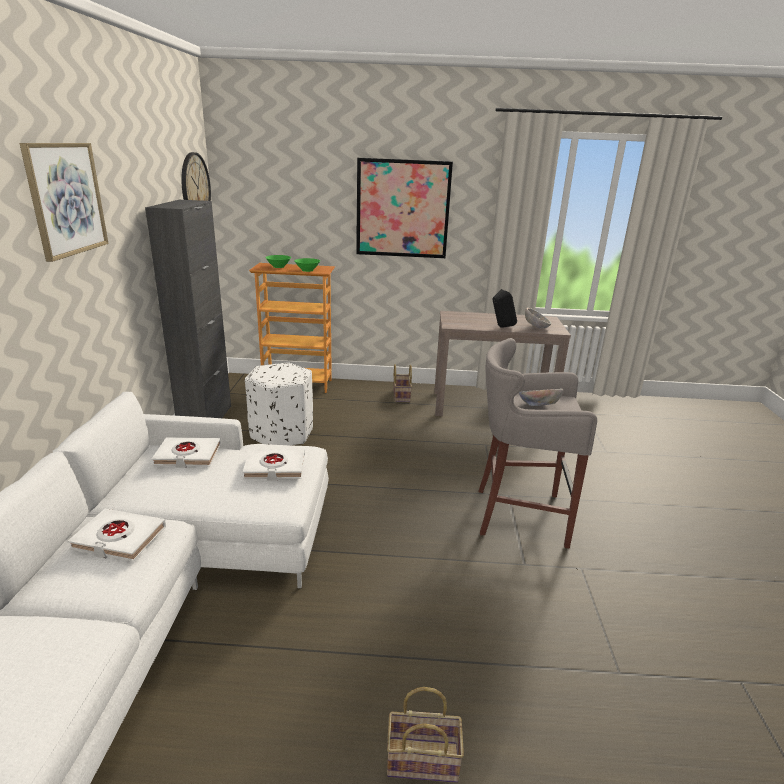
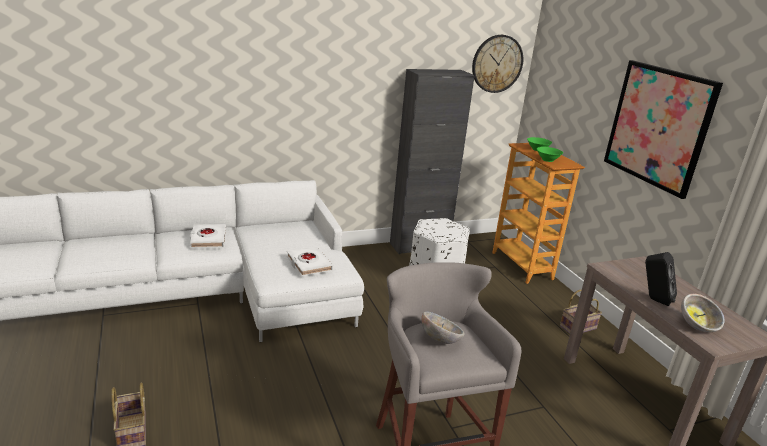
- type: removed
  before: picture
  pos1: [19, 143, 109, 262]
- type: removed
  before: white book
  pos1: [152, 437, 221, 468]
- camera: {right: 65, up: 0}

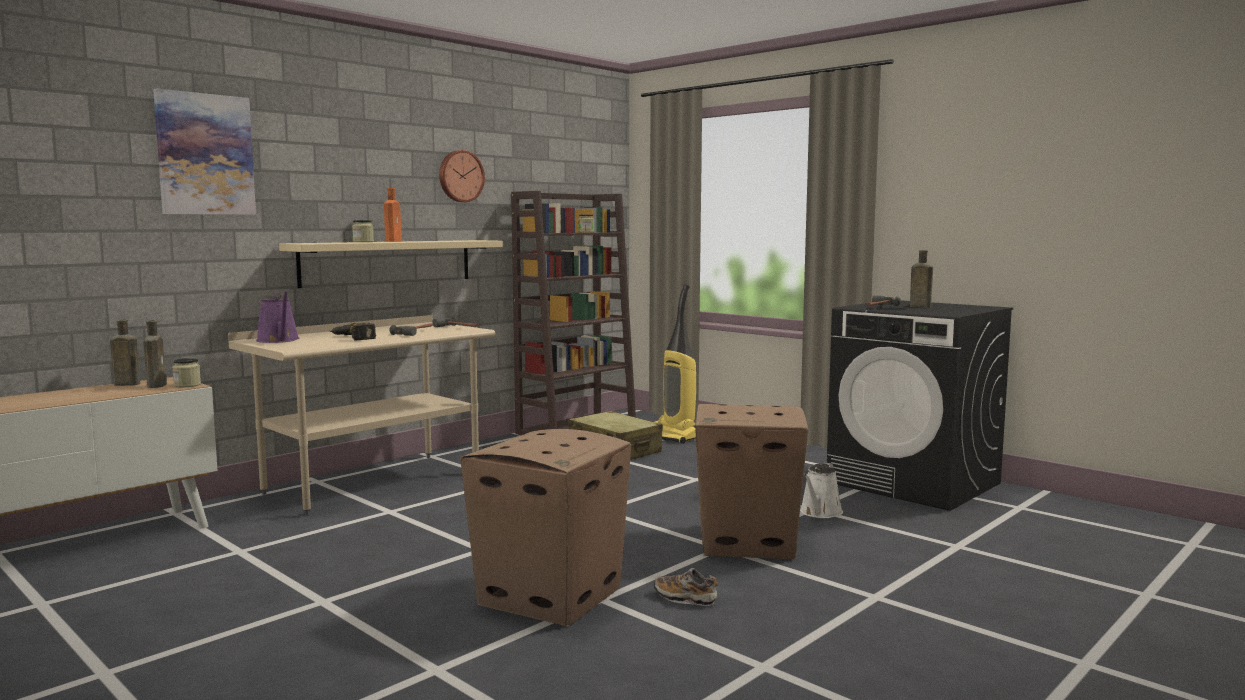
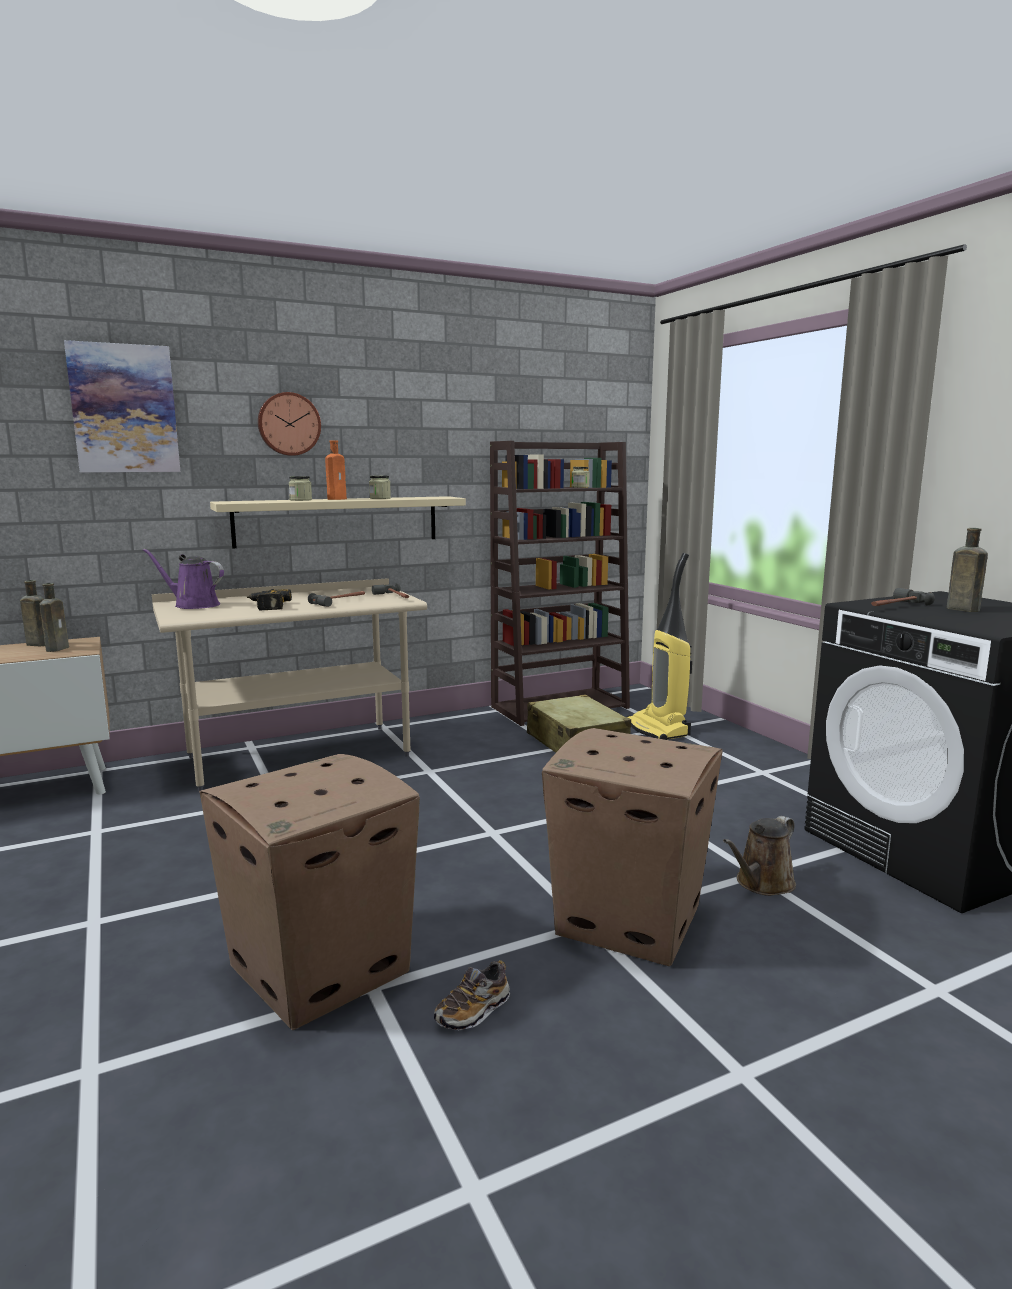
- type: turned
  before: purple watering can
  pos1: [256, 292, 299, 343]
  pos2: [143, 548, 224, 609]
  turn: 120
- type: moved
  before: wall clock
  pos1: [439, 150, 485, 202]
  pos2: [258, 392, 321, 456]
- type: moved
  before: jar
  pos1: [172, 358, 201, 387]
  pos2: [369, 476, 391, 499]
- type: turned
  before: shoe
  pos1: [654, 568, 718, 606]
  pos2: [434, 960, 510, 1030]
  turn: -90
- type: recoloured
  before: white watering can
  after: brown watering can
  pos1: [800, 463, 843, 518]
  pos2: [723, 816, 796, 896]
- camera: {right: 20, up: 5}

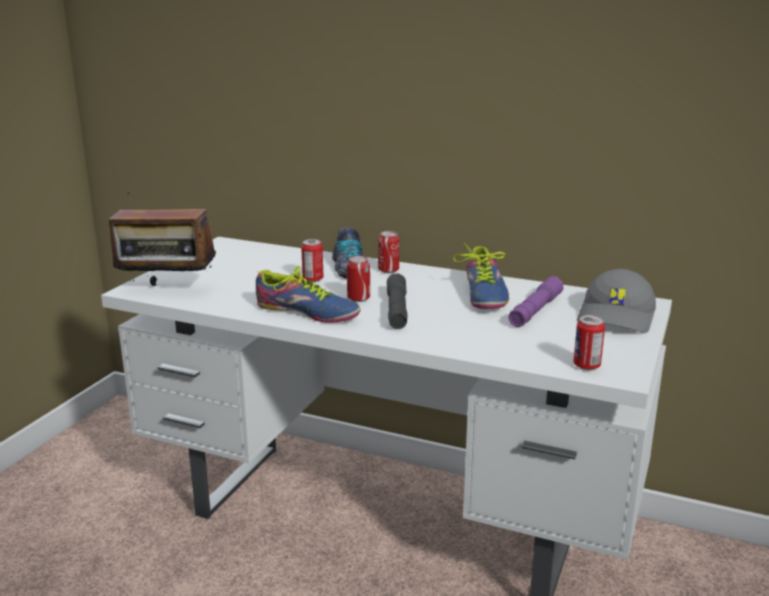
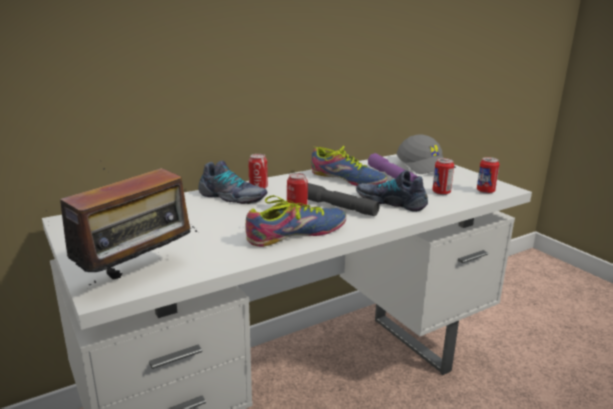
- type: added
  after: shoe
  pos2: [356, 170, 428, 212]
- type: moved
  before: can
  pos1: [301, 239, 323, 282]
  pos2: [432, 158, 454, 195]
- camera: {right: -55, up: 0}

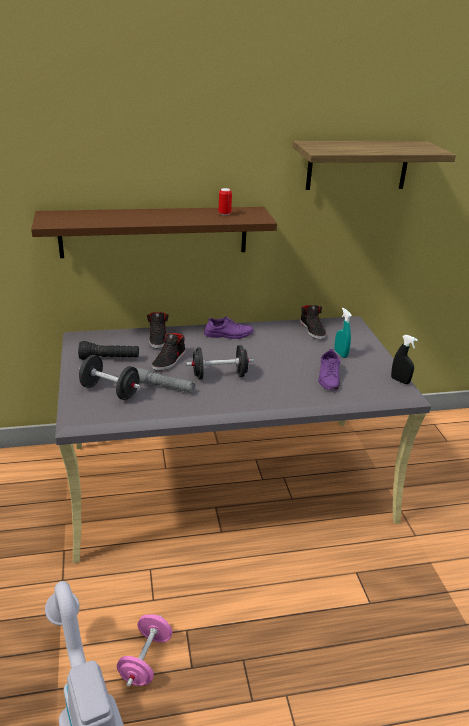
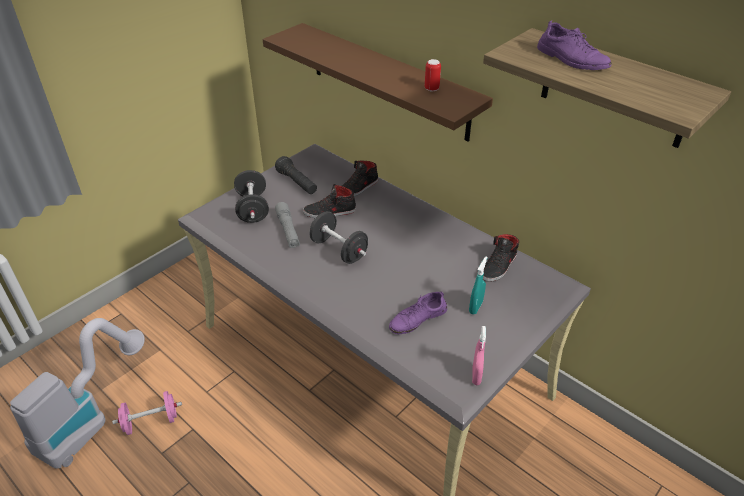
- type: recoloured
  before: black spray bottle
  after: pink spray bottle
  pos1: [391, 335, 418, 384]
  pos2: [472, 326, 486, 385]
- type: moved
  before: purple shoe
  pos1: [204, 317, 254, 339]
  pos2: [537, 21, 611, 70]
- camera: {right: 55, up: 10}

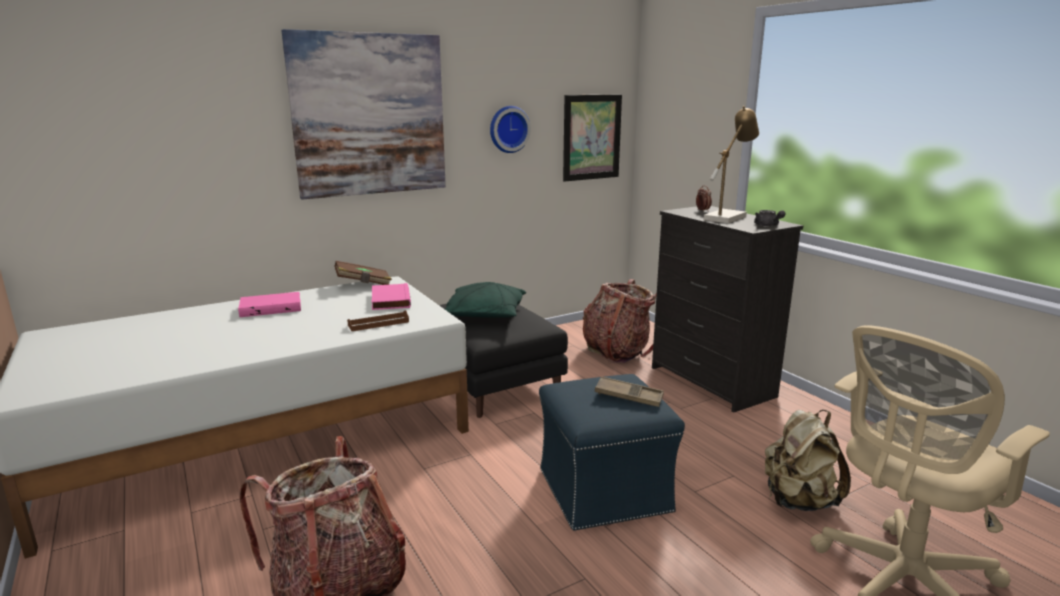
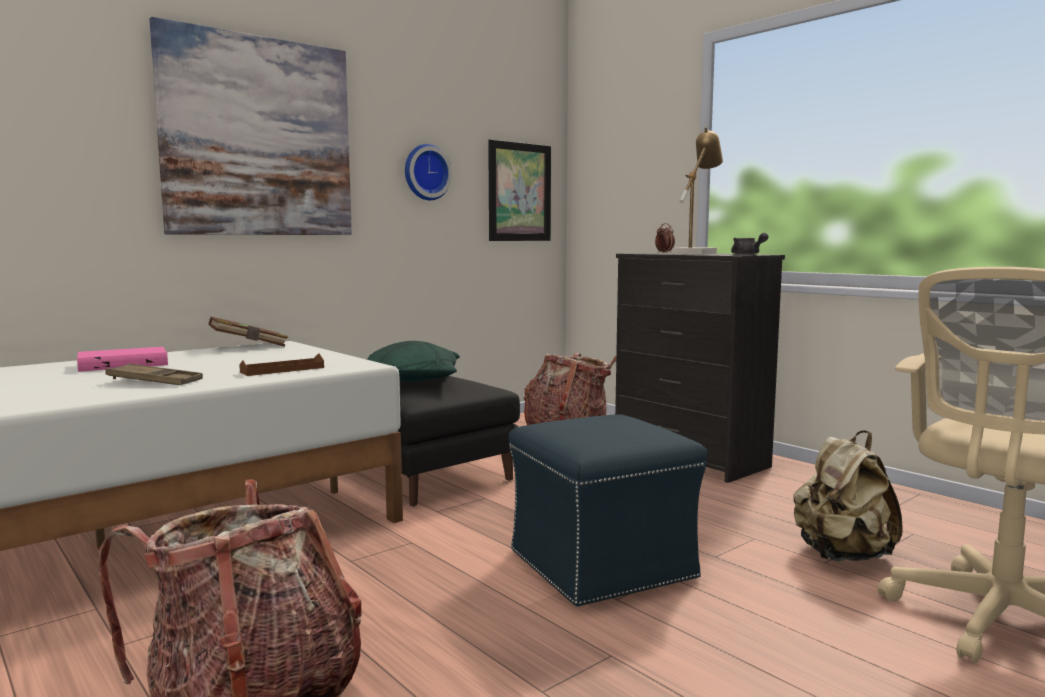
- type: moved
  before: brown tray
  pos1: [595, 376, 664, 407]
  pos2: [105, 363, 203, 385]
- type: removed
  before: pink book
  pos1: [372, 283, 411, 310]
- camera: {right: -10, up: -10}

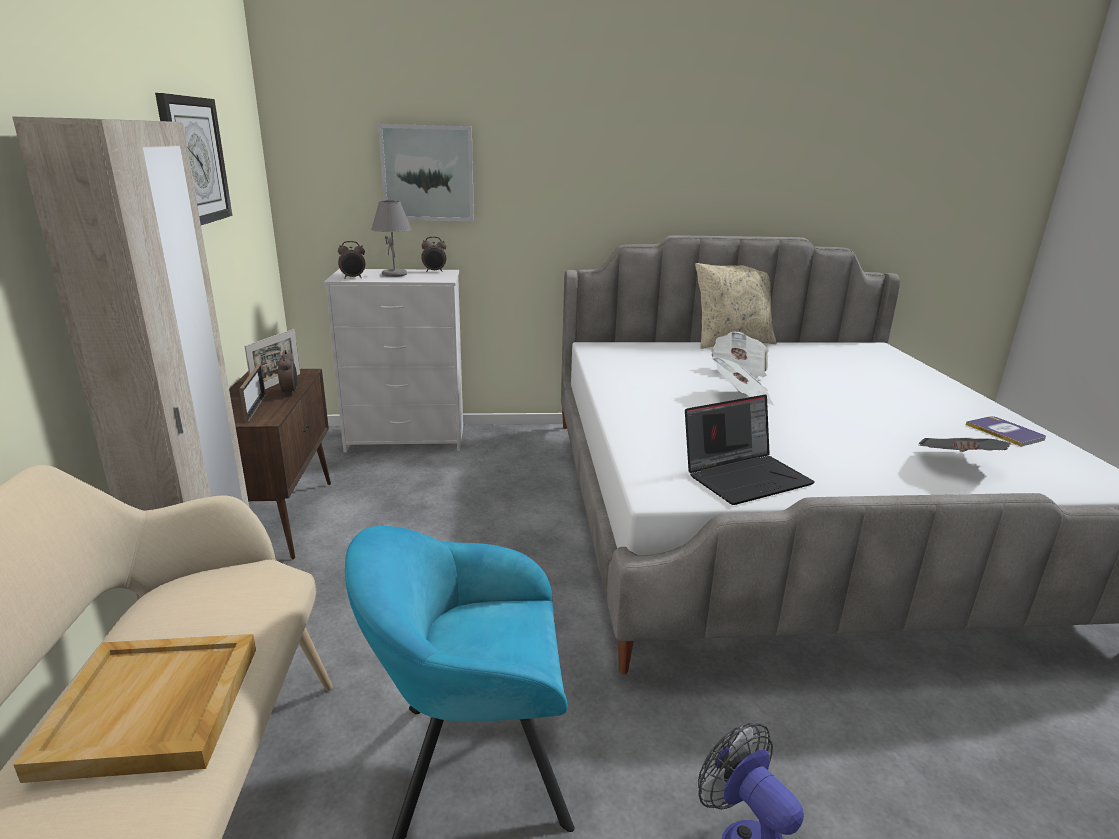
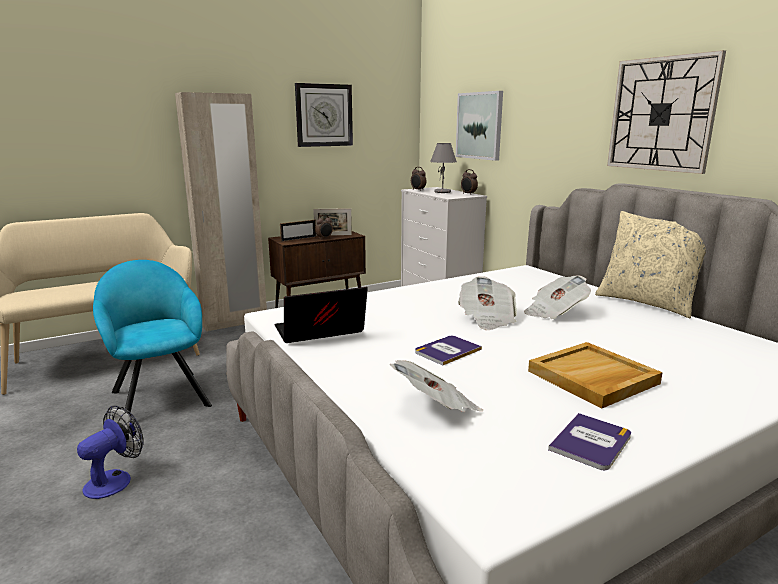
- type: turned
  before: laptop
  pos1: [685, 394, 814, 505]
  pos2: [274, 287, 368, 343]
  turn: 120
- type: added
  after: book
  pos2: [415, 336, 482, 366]
- type: moved
  before: beige tray
  pos1: [14, 634, 256, 783]
  pos2: [528, 342, 663, 409]
- type: added
  after: wall clock
  pos2: [607, 50, 726, 174]
- camera: {right: 65, up: -5}

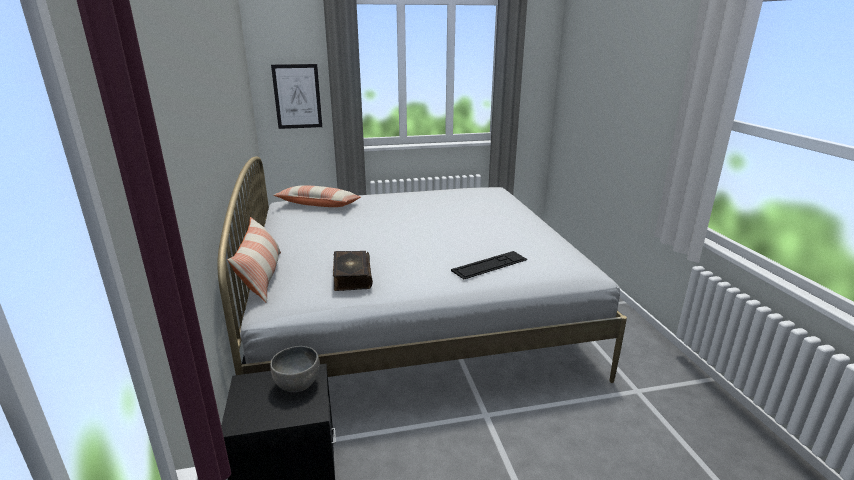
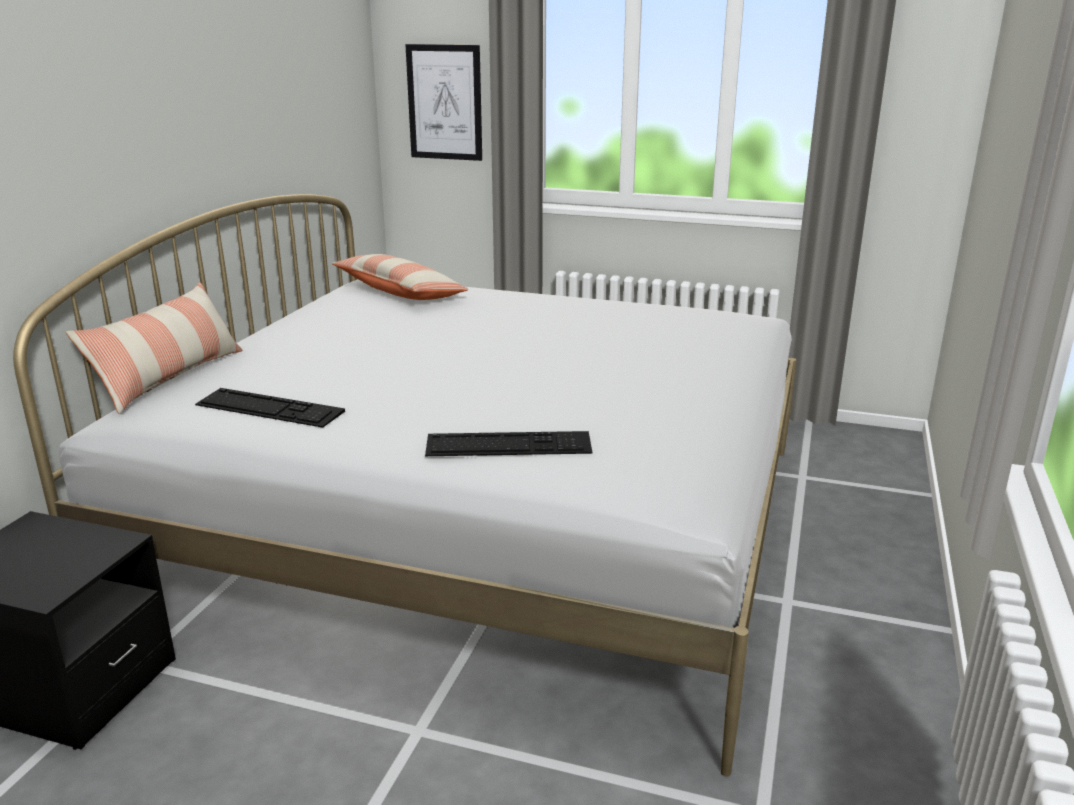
- type: replaced
  before: book
  after: keyboard
  pos1: [333, 251, 373, 291]
  pos2: [195, 388, 345, 428]
- type: removed
  before: grey bowl
  pos1: [270, 346, 320, 392]
- camera: {right: 30, up: 0}

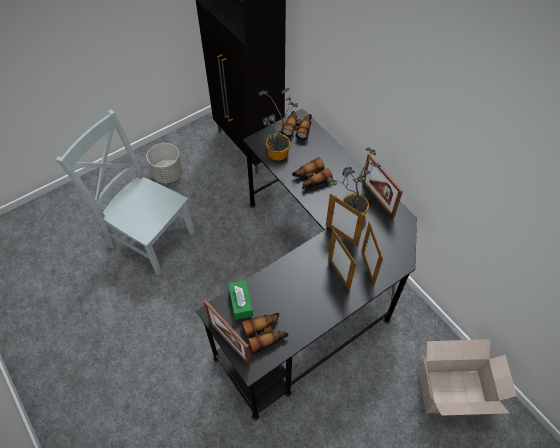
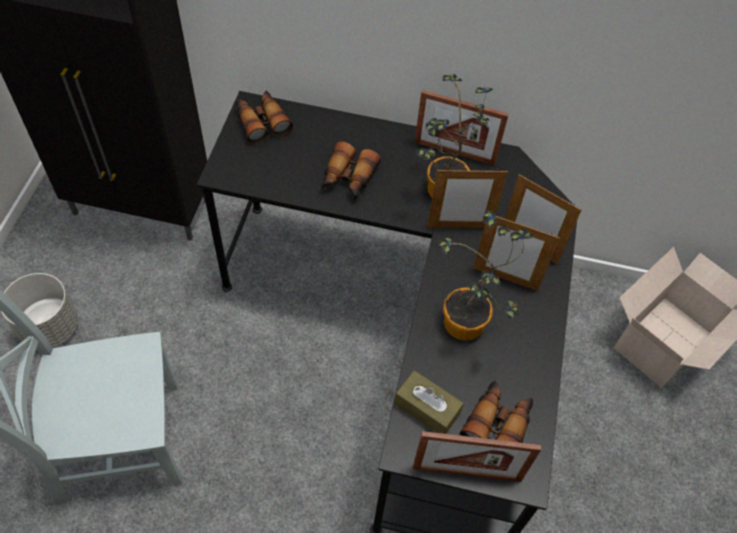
- type: recoloured
  before: green tissue box
  after: brown tissue box
  pos1: [228, 280, 253, 320]
  pos2: [394, 370, 464, 434]
- type: moved
  before: potted plant
  pos1: [258, 88, 298, 161]
  pos2: [438, 210, 534, 341]
- camera: {right: -45, up: 0}

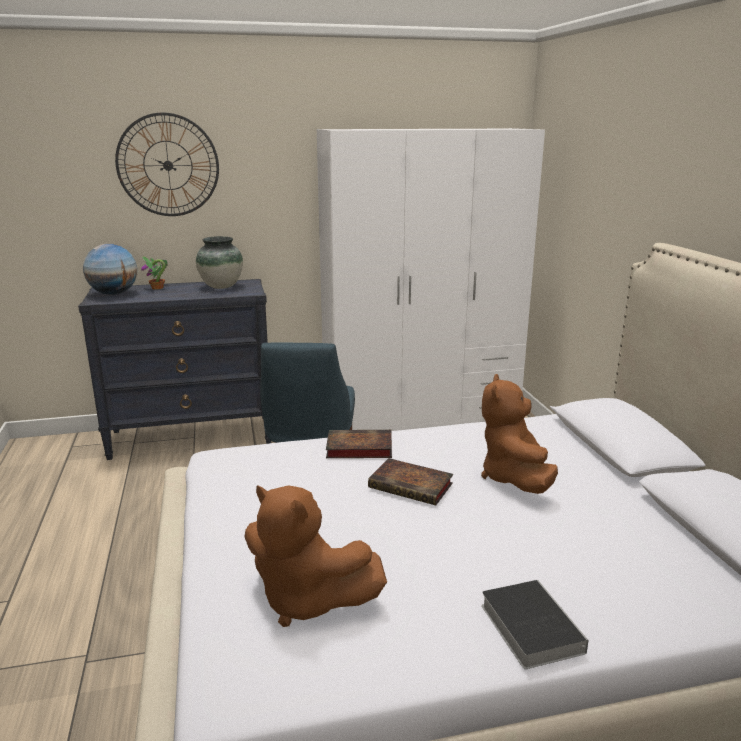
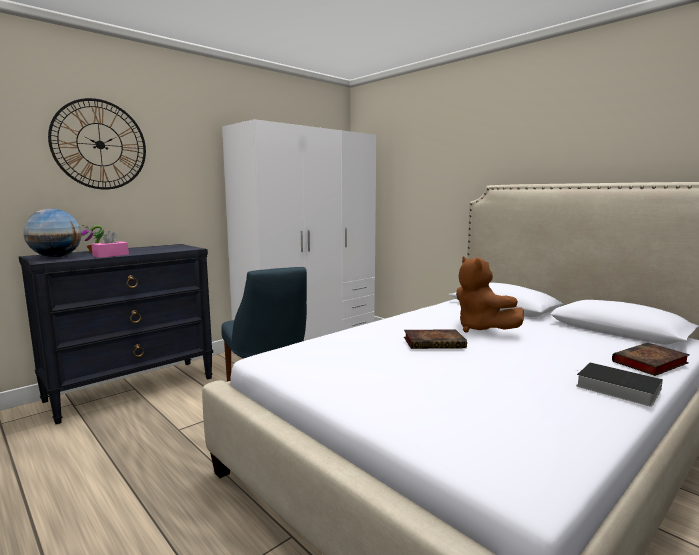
- type: added
  after: pink tissue box
  pos2: [91, 231, 129, 258]
- type: moved
  before: book
  pos1: [326, 430, 392, 458]
  pos2: [612, 342, 690, 376]
- type: removed
  before: vase
  pos1: [196, 236, 243, 289]
- type: removed
  before: brown plush toy
  pos1: [245, 485, 387, 627]
- camera: {right: -30, up: -10}

